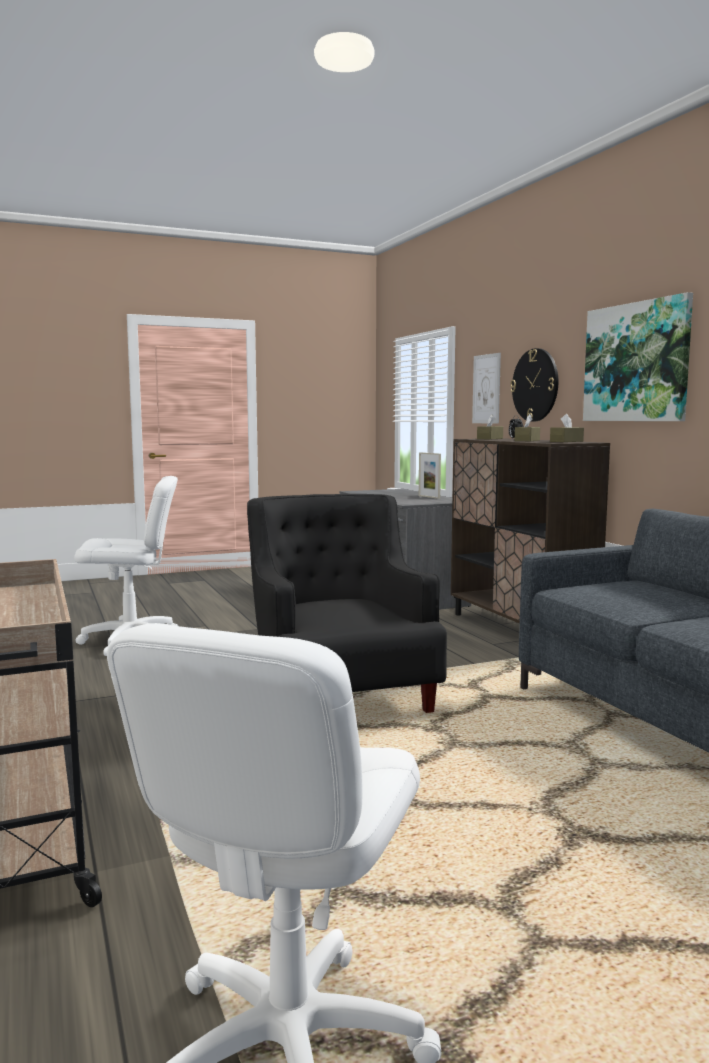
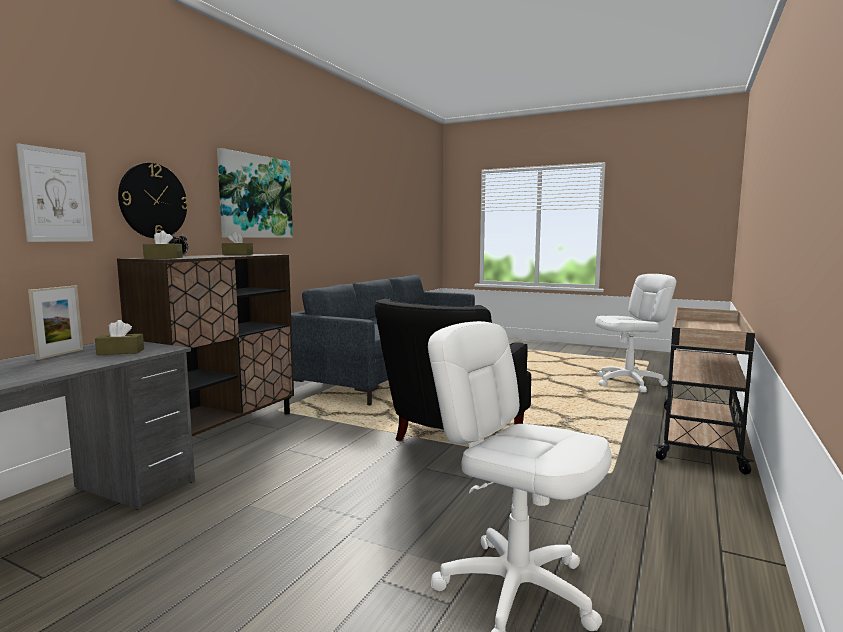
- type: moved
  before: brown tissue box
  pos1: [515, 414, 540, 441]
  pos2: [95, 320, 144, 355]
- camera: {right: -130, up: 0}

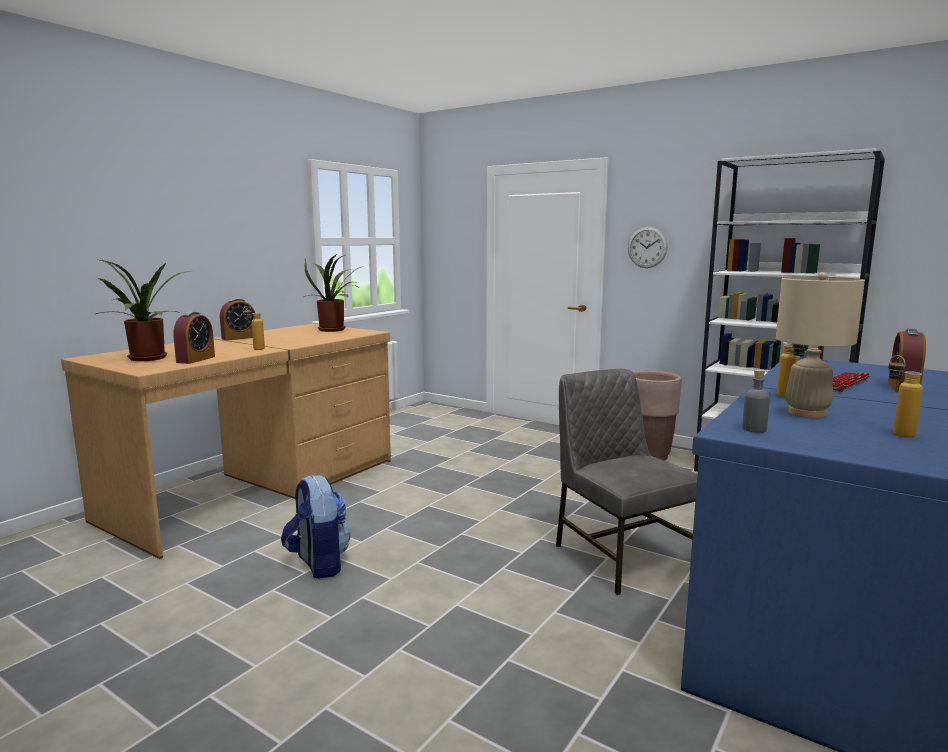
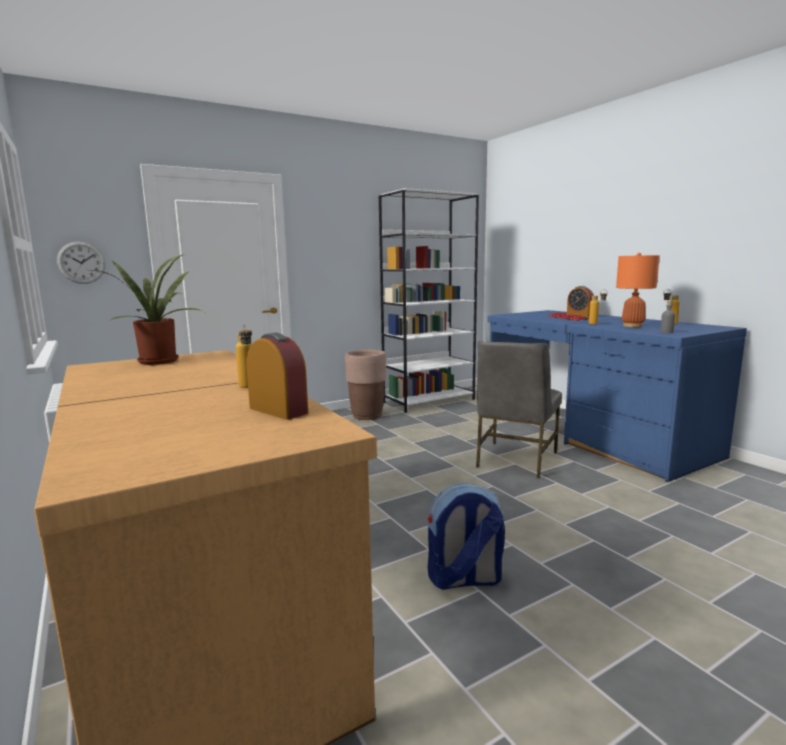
- type: moved
  before: wall clock
  pos1: [628, 227, 668, 268]
  pos2: [57, 241, 106, 284]
- type: turned
  before: grey chair
  pos1: [556, 369, 698, 595]
  pos2: [476, 341, 562, 478]
  turn: -60
- type: recoloured
  before: beige table lamp
  after: orange table lamp
  pos1: [776, 272, 865, 418]
  pos2: [616, 252, 660, 327]
- type: removed
  before: potted plant
  pos1: [96, 259, 190, 361]
- type: removed
  before: alarm clock
  pos1: [220, 298, 255, 341]
- camera: {right: -65, up: 0}

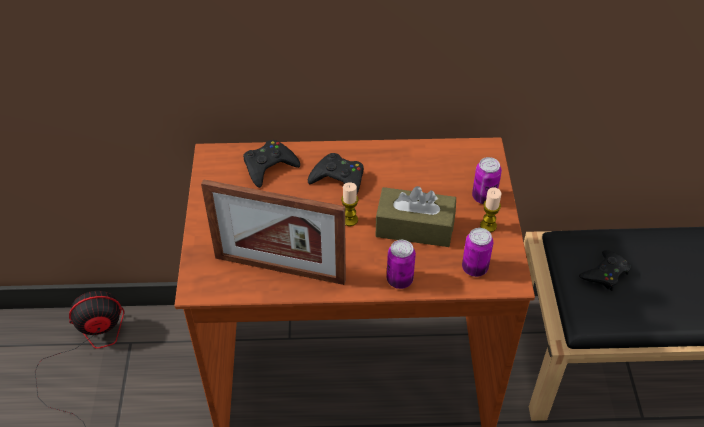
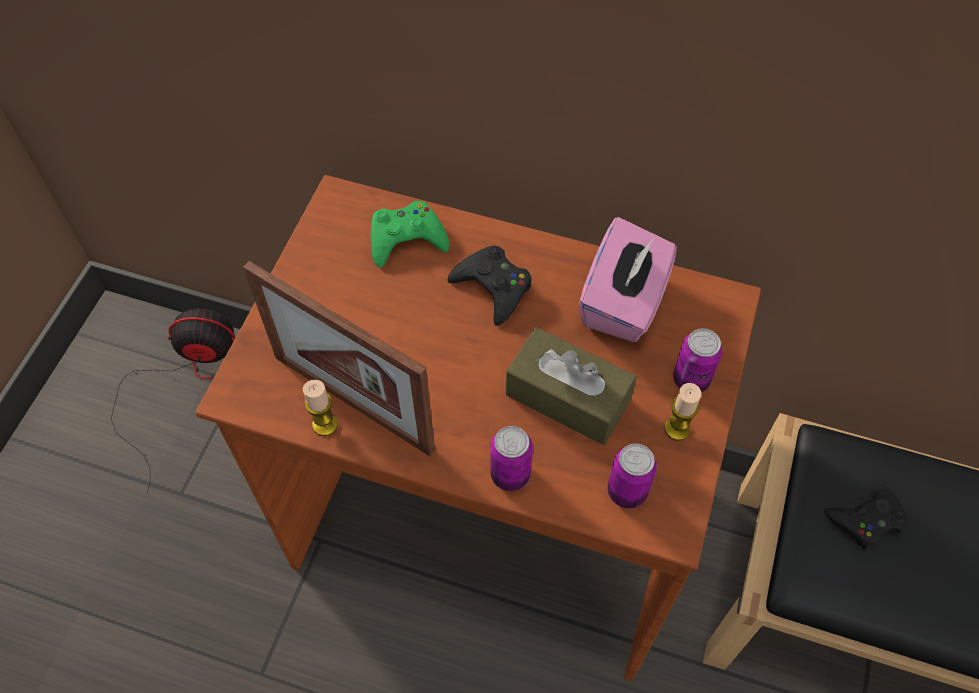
- type: moved
  before: candle
  pos1: [341, 182, 358, 226]
  pos2: [303, 380, 338, 436]
- type: recoloured
  before: black game controller
  after: green game controller
  pos1: [243, 140, 300, 188]
  pos2: [371, 201, 449, 268]
- type: added
  after: pink tissue box
  pos2: [579, 217, 677, 342]
- camera: {right: 20, up: 10}

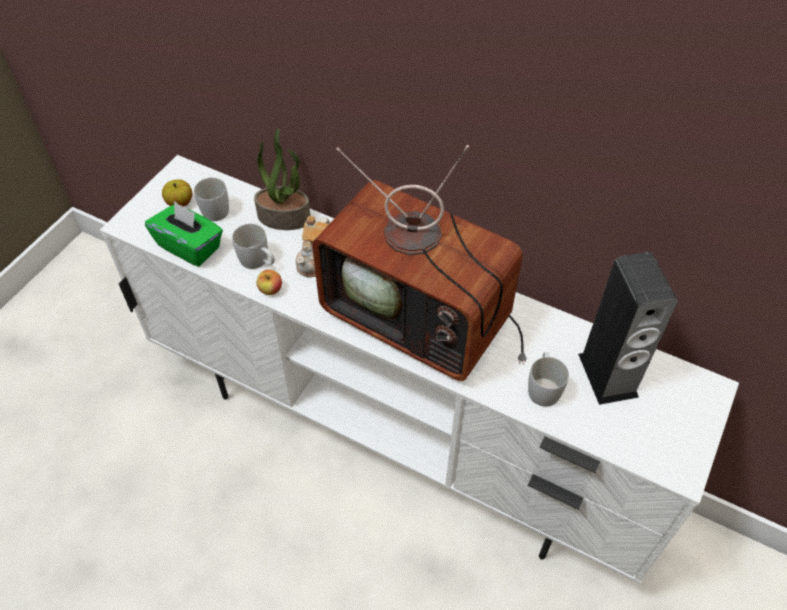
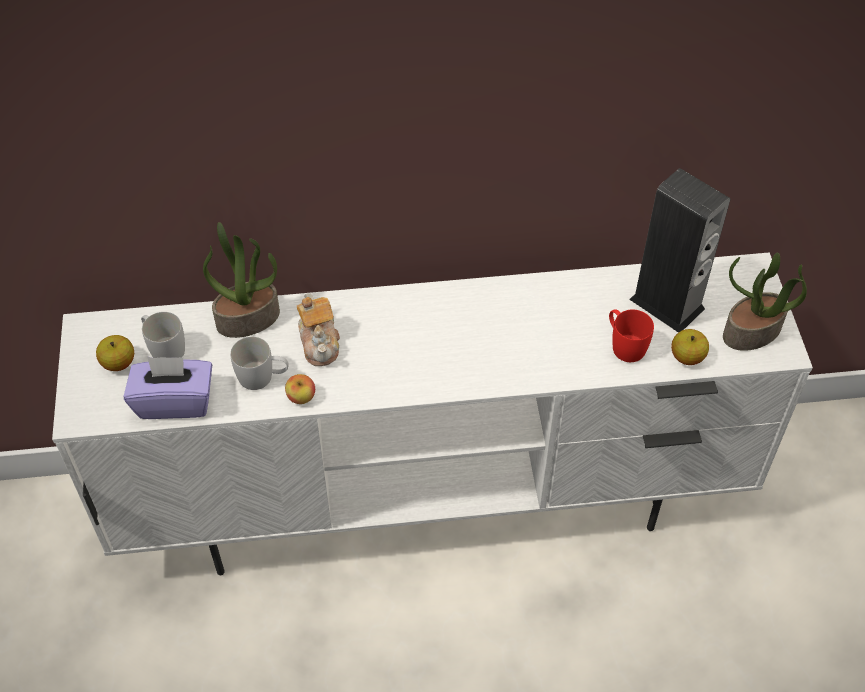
- type: recoloured
  before: green tissue box
  after: purple tissue box
  pos1: [145, 201, 223, 267]
  pos2: [123, 357, 212, 419]
- type: recoloured
  before: white mug
  after: red mug
  pos1: [528, 352, 569, 407]
  pos2: [609, 309, 654, 362]
- type: added
  after: apple
  pos2: [671, 329, 709, 365]
- type: added
  after: potted plant
  pos2: [723, 253, 807, 351]
- type: removed
  before: television
  pos1: [312, 145, 526, 381]
- camera: {right: -35, up: 0}

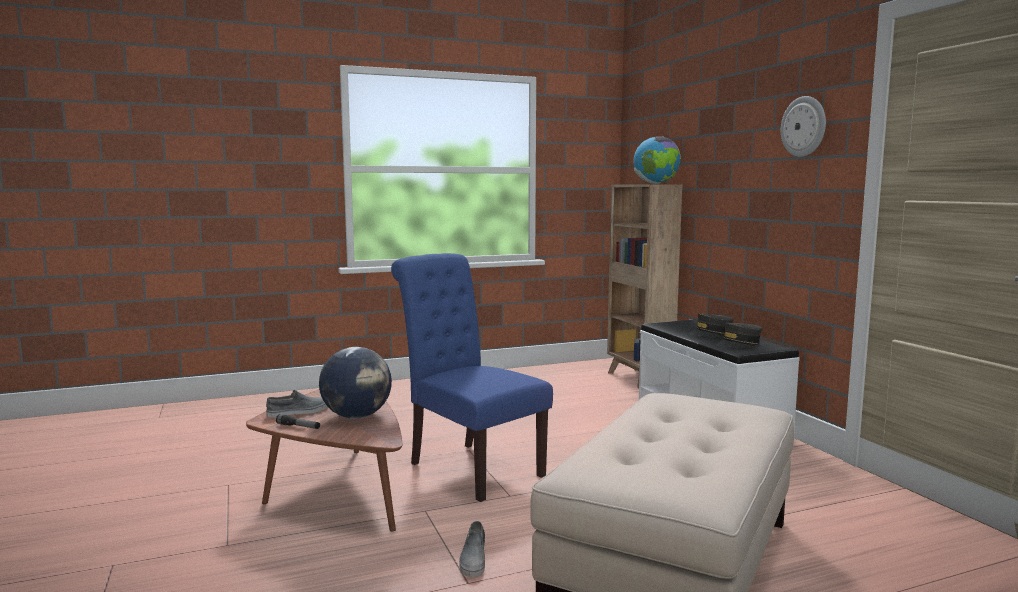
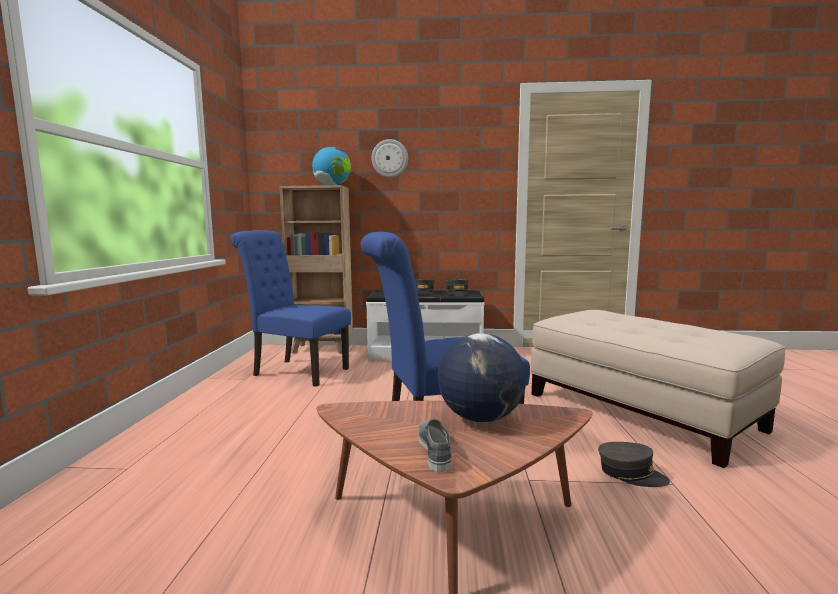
- type: added
  after: blue chair
  pos2: [230, 230, 351, 387]
- type: moved
  before: wall clock
  pos1: [781, 96, 826, 157]
  pos2: [372, 139, 408, 177]
- type: replaced
  before: grey shoe
  after: grey cap
  pos1: [459, 521, 485, 577]
  pos2: [598, 442, 670, 487]
- type: removed
  before: flashlight
  pos1: [276, 414, 320, 429]
- camera: {right: -65, up: 0}

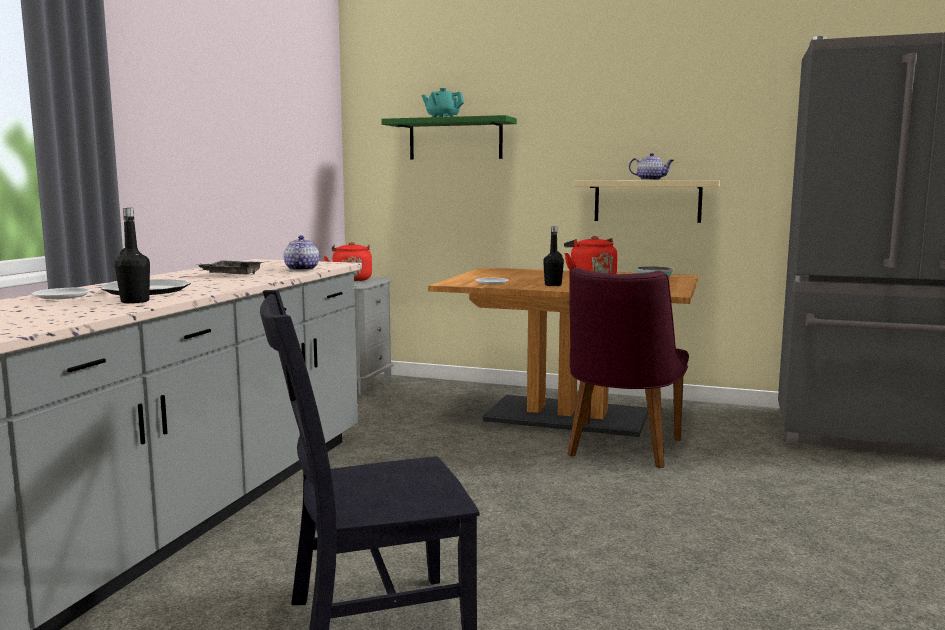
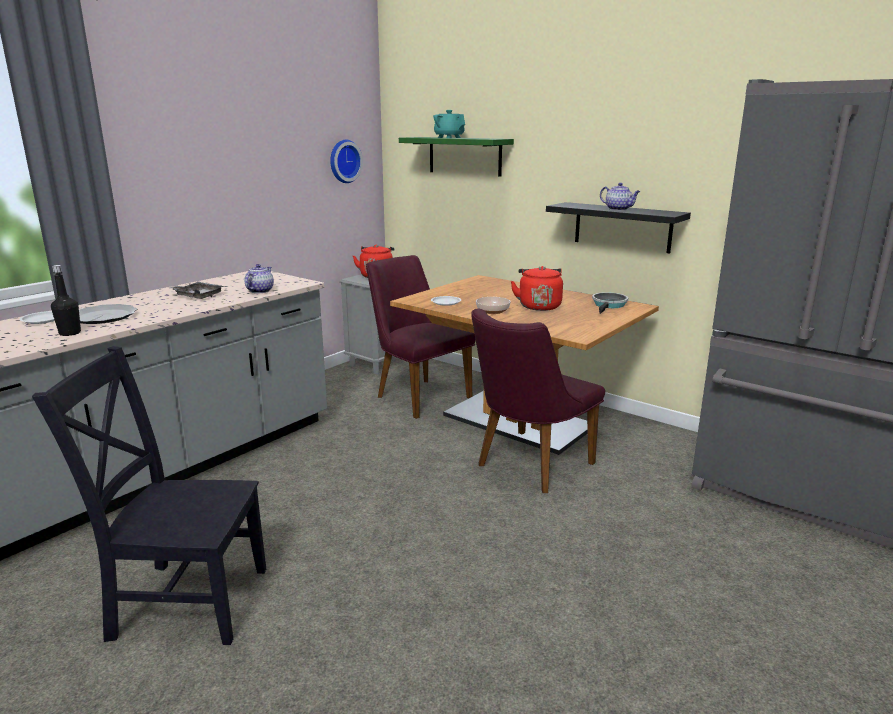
- type: added
  after: wall clock
  pos2: [330, 140, 363, 183]
- type: added
  after: purple chair
  pos2: [366, 255, 476, 419]
- type: replaced
  before: black bottle
  after: bowl
  pos1: [543, 226, 564, 286]
  pos2: [476, 297, 511, 314]
- type: recoloured
  before: beige shelf
  after: black shelf
  pos1: [573, 180, 720, 223]
  pos2: [546, 202, 691, 253]
- camera: {right: 20, up: 10}

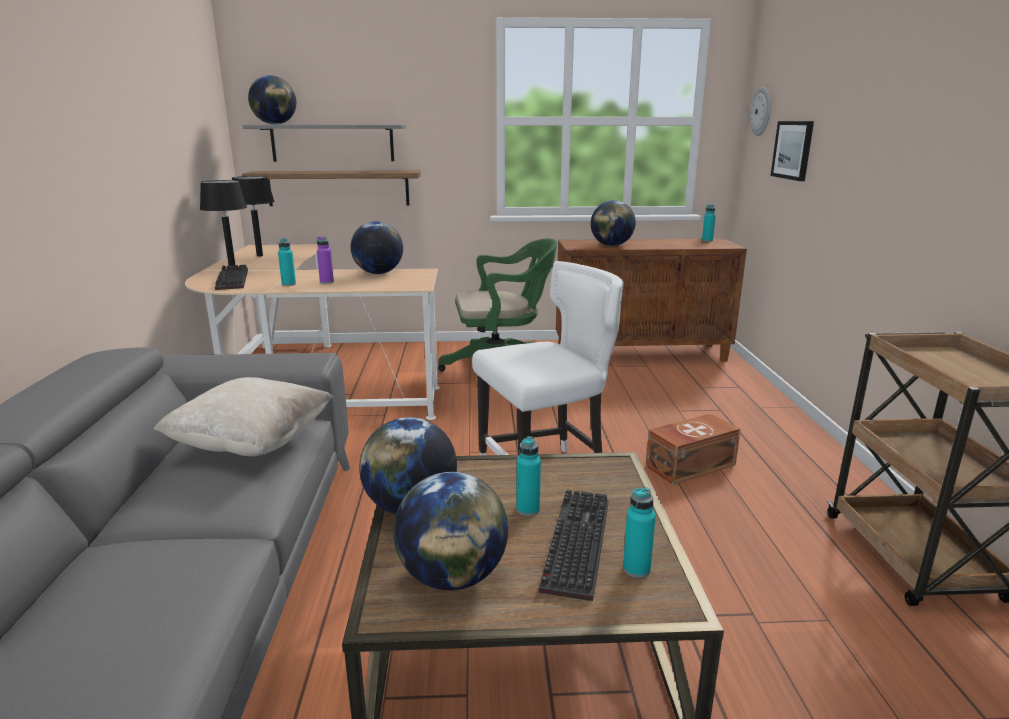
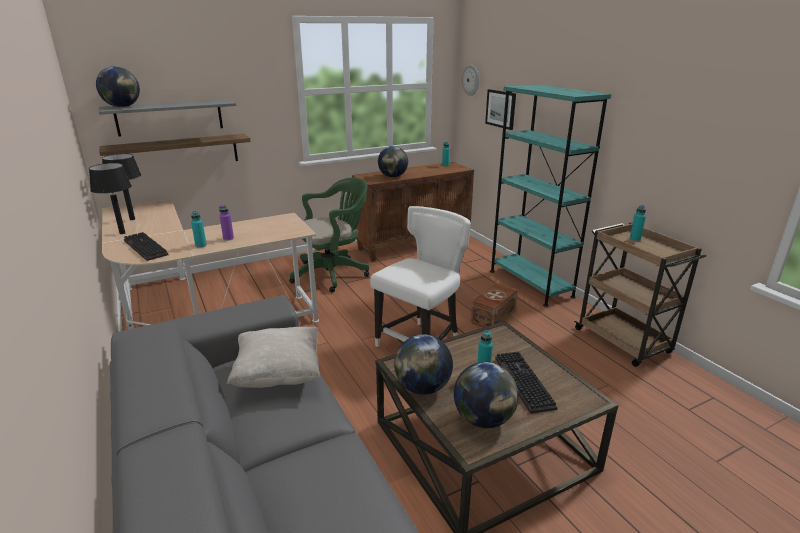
- type: added
  after: turquoise bookcase
  pos2: [490, 85, 611, 307]
- type: moved
  before: turquoise bottle
  pos1: [623, 487, 656, 578]
  pos2: [630, 205, 646, 241]
- type: removed
  before: globe
  pos1: [351, 221, 403, 274]
- camera: {right: -25, up: 5}

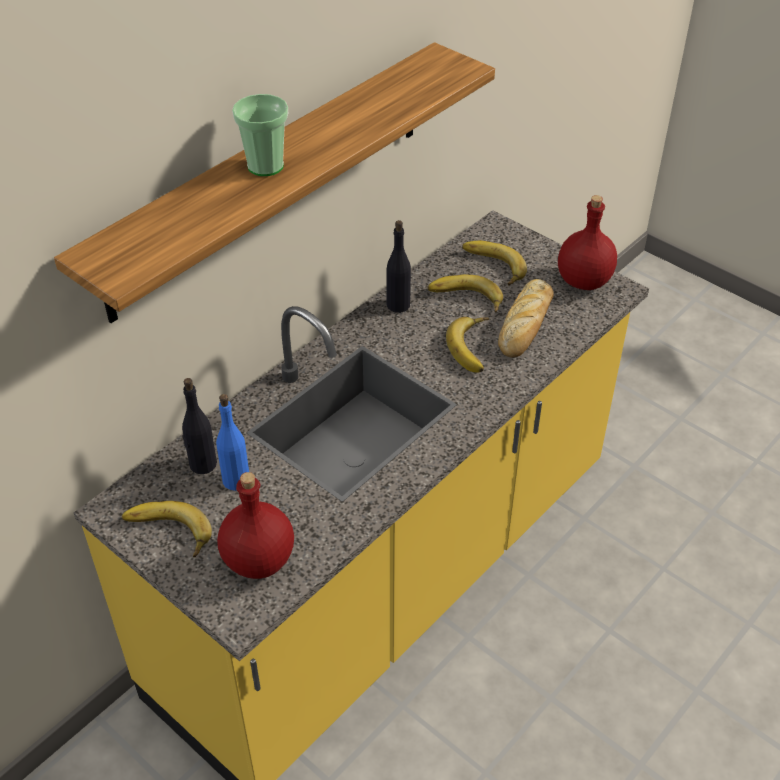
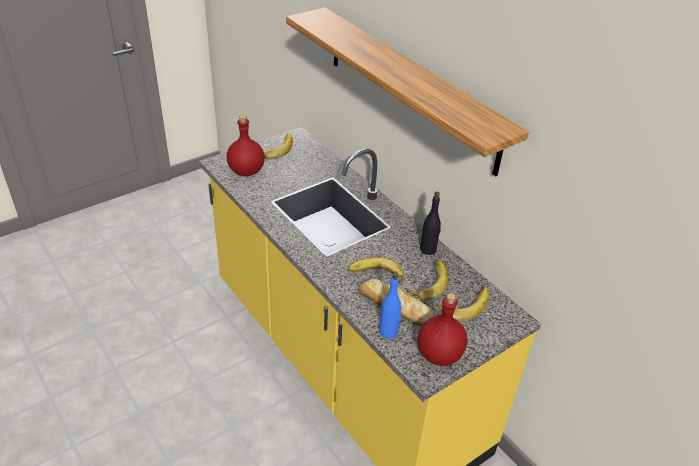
- type: moved
  before: blue bottle
  pos1: [216, 394, 249, 491]
  pos2: [379, 271, 401, 339]
- type: removed
  before: black bottle
  pos1: [182, 378, 217, 474]
- type: removed
  before: cup
  pos1: [232, 94, 288, 176]
- camera: {right: 100, up: -5}

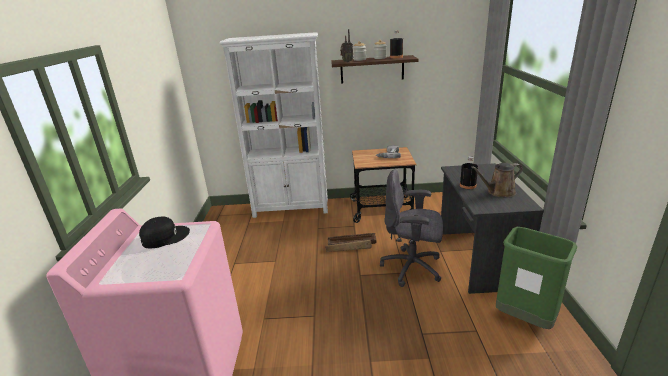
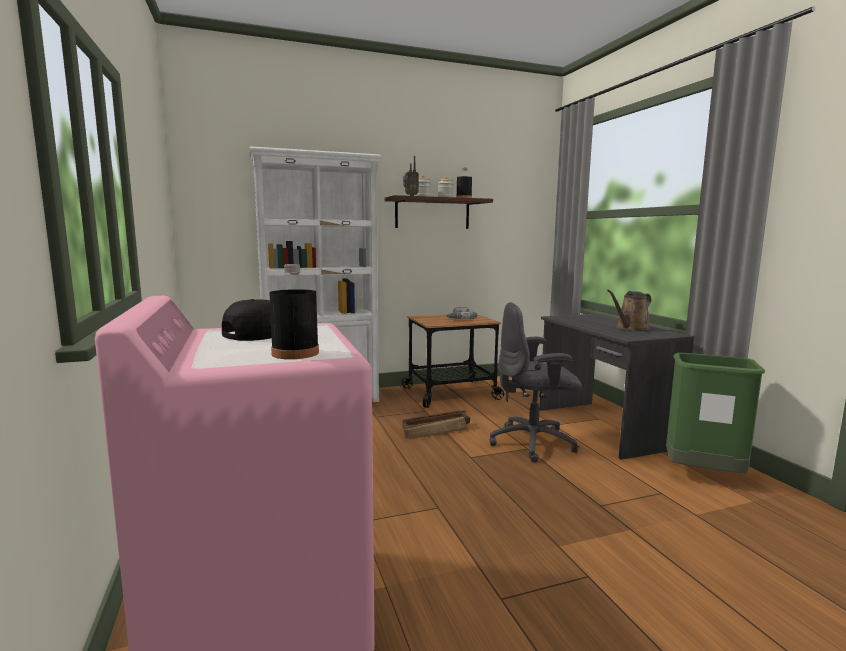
- type: moved
  before: black bottle
  pos1: [460, 156, 478, 189]
  pos2: [269, 264, 319, 359]
- camera: {right: -20, up: -15}

